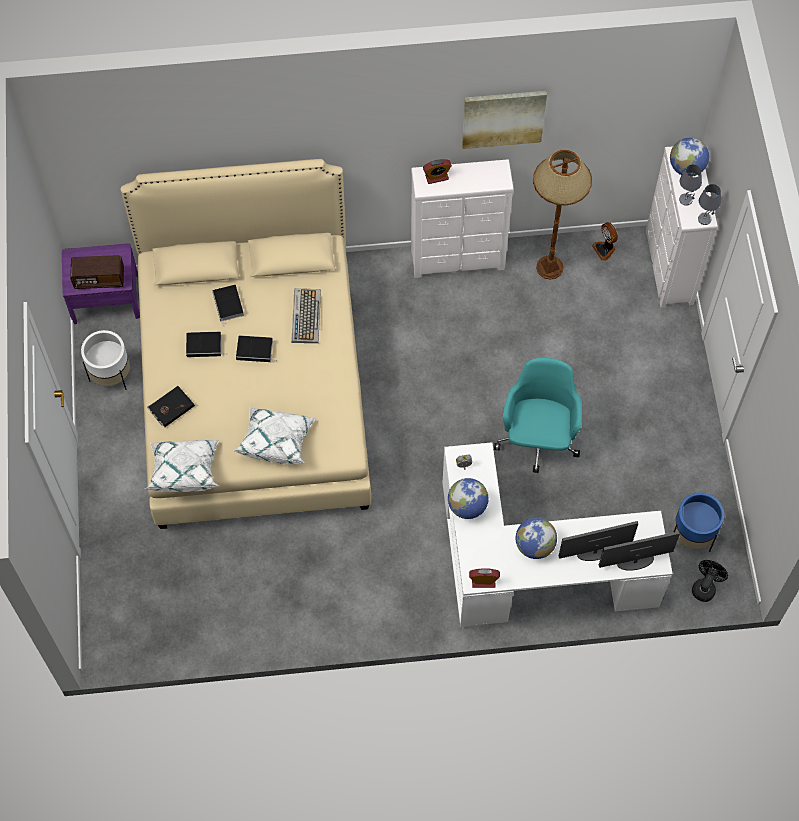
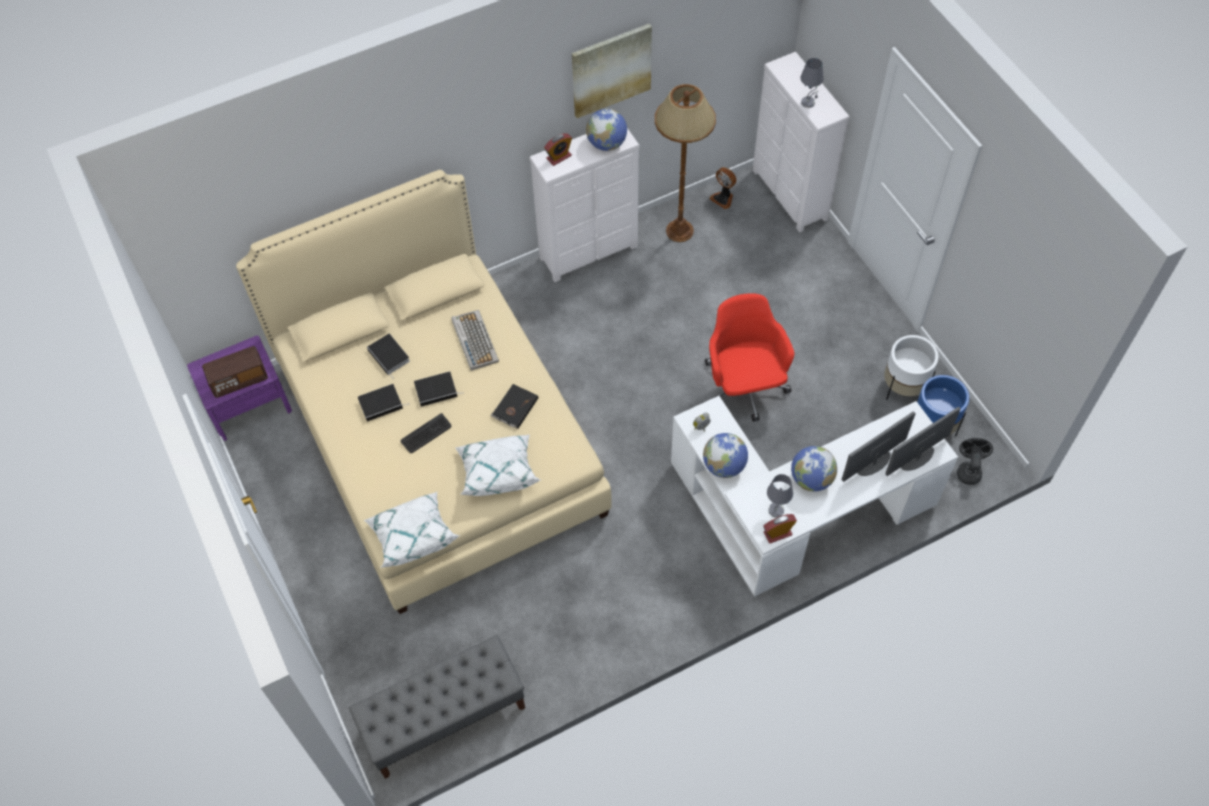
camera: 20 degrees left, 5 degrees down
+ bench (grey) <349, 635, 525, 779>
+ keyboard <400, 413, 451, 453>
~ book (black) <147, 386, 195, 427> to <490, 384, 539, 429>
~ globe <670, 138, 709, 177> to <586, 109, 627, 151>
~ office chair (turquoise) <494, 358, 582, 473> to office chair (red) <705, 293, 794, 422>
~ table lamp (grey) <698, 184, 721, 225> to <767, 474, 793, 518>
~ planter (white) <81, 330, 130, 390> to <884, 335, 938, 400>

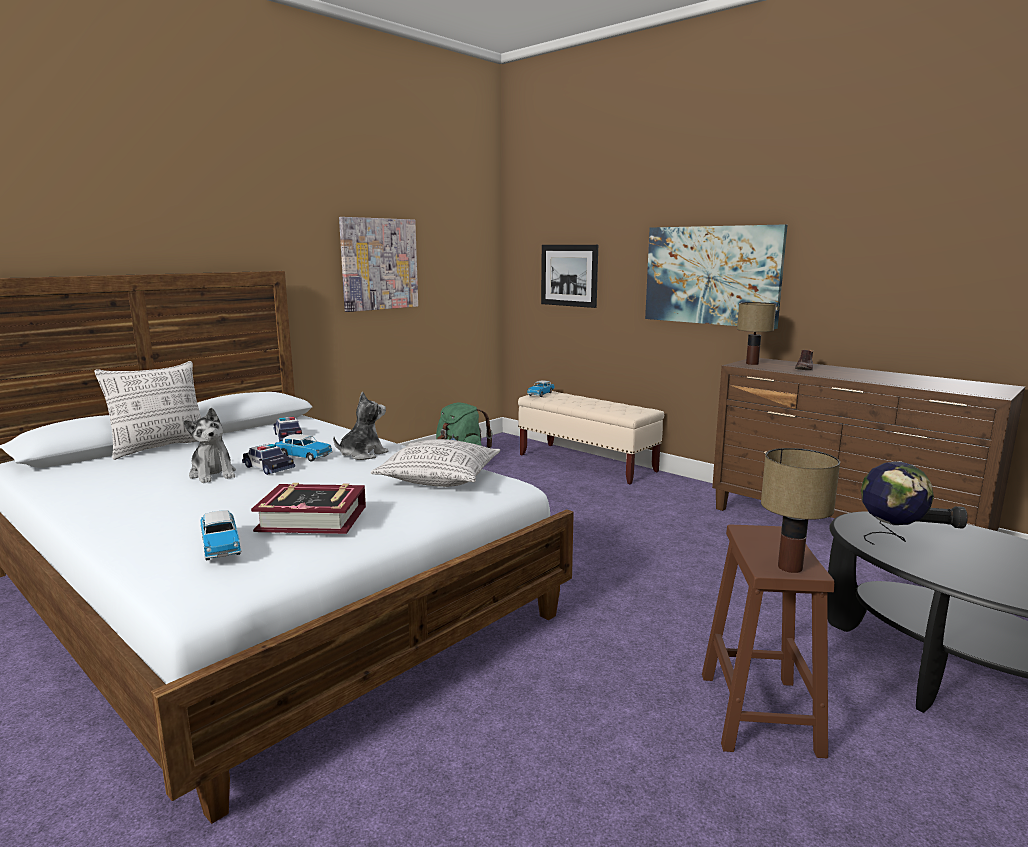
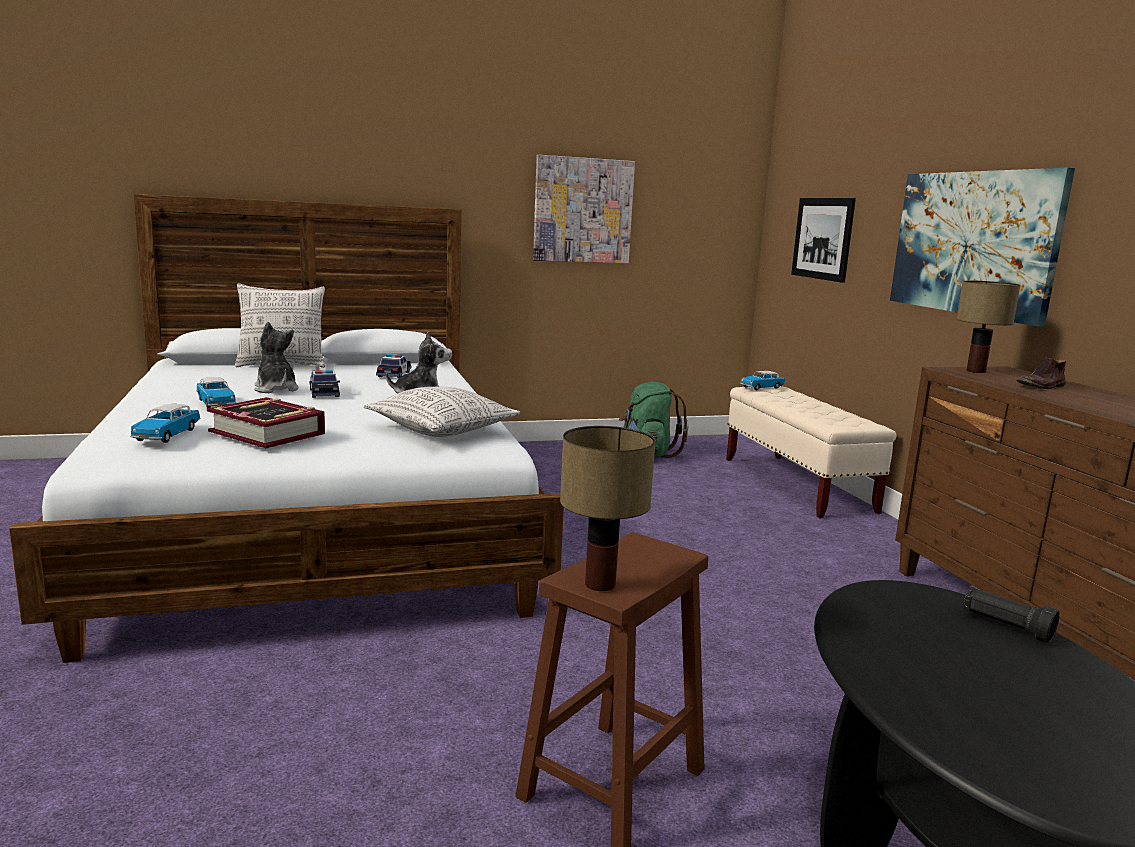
camera: 30 degrees right, 0 degrees up
~ toy car <275, 434, 333, 461> to <196, 377, 236, 408>
~ plush toy <183, 408, 236, 483> = <254, 322, 299, 393> 150 degrees clockwise
- globe <861, 461, 934, 545>

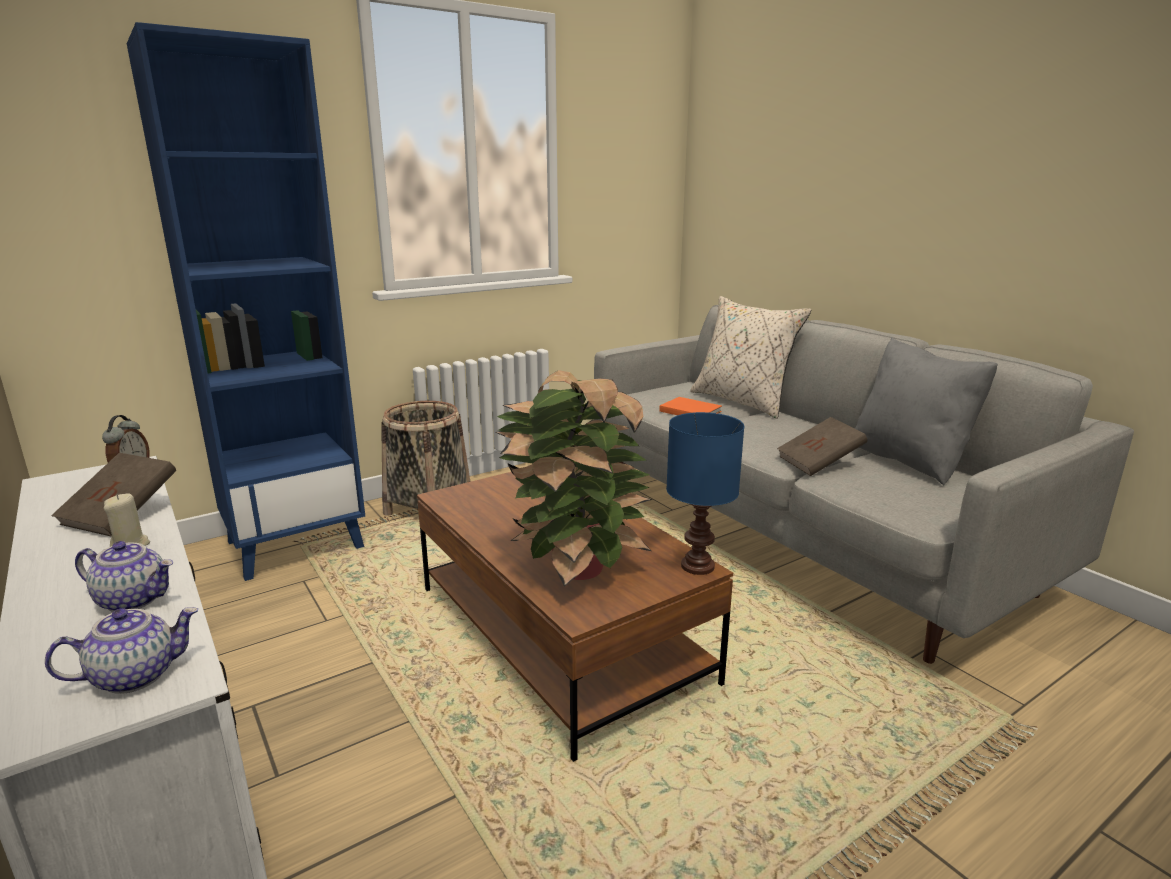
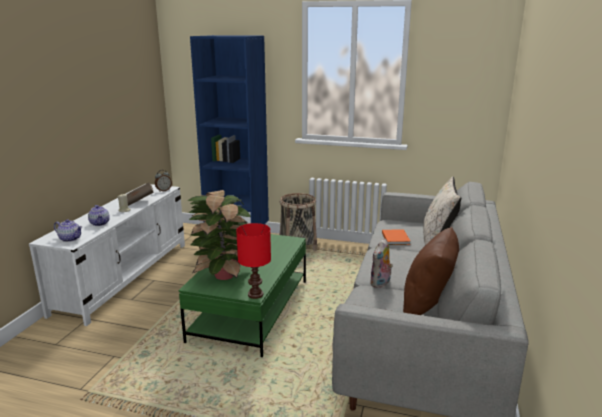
camera: 50 degrees right, 0 degrees up
~ coffee table (brown) <417, 472, 733, 762> to coffee table (green) <179, 234, 306, 357>
~ table lamp (blue) <666, 412, 744, 575> to table lamp (red) <236, 223, 271, 299>
~ book (brown) <777, 417, 867, 476> to plush toy <370, 238, 393, 288>
~ pillow (grey) <855, 338, 998, 485> to pillow (brown) <403, 227, 459, 315>

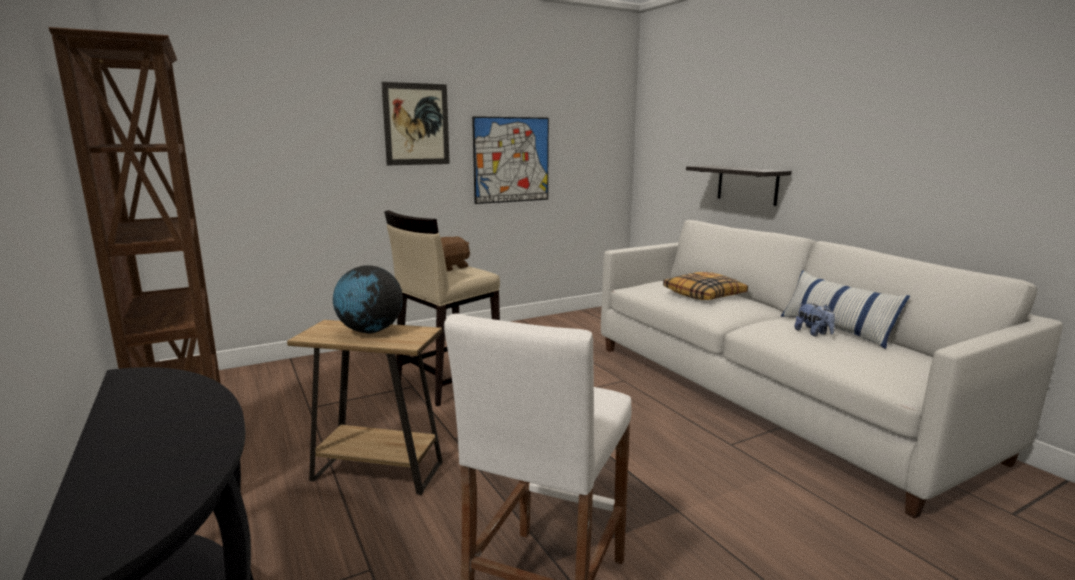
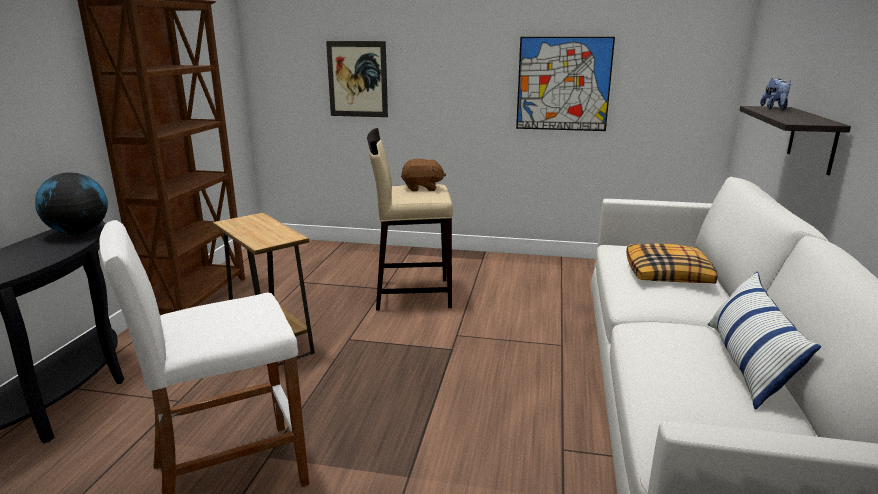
camera: 40 degrees right, 5 degrees up
~ globe <333, 265, 403, 334> to <35, 172, 108, 235>
~ picture <381, 82, 450, 165> to <326, 41, 388, 117>
~ plush toy <794, 303, 835, 336> to <760, 78, 791, 110>

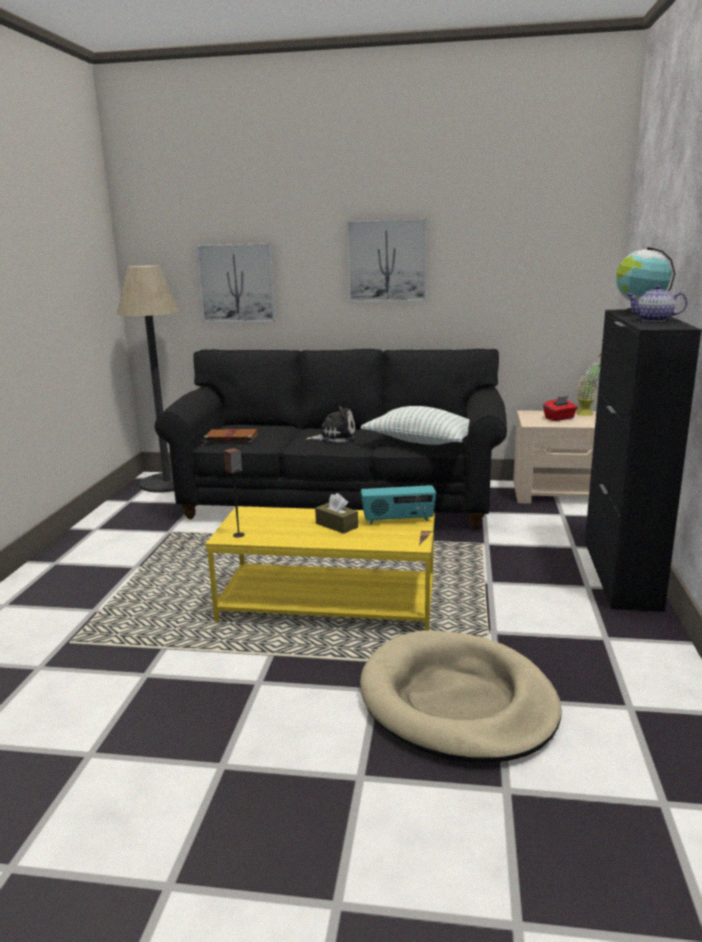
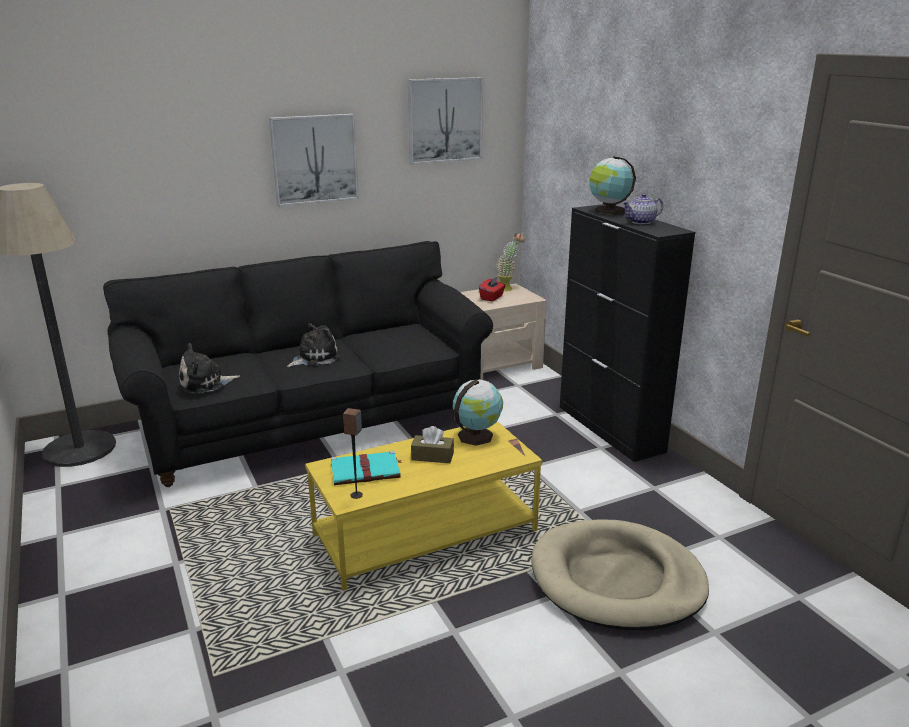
camera: 35 degrees left, 5 degrees up
~ book (brown) <203, 429, 258, 443> to plush toy <179, 343, 240, 394>
+ book (turquoise) <331, 450, 402, 485>
~ picture <196, 243, 276, 323> to <408, 77, 483, 164>
~ radio <361, 485, 436, 524> to globe <453, 379, 503, 446>
- pillow <361, 406, 470, 445>

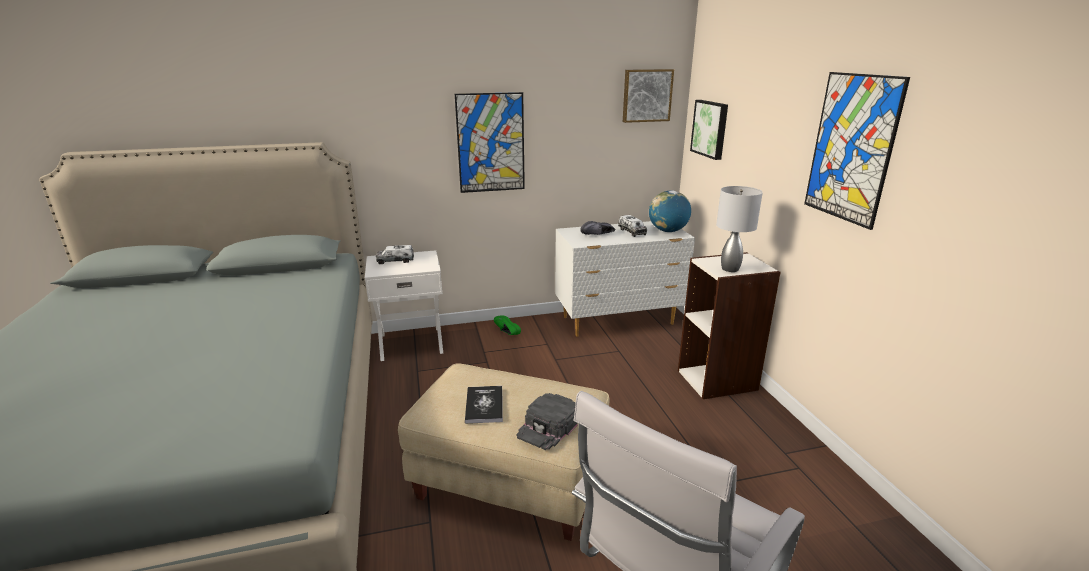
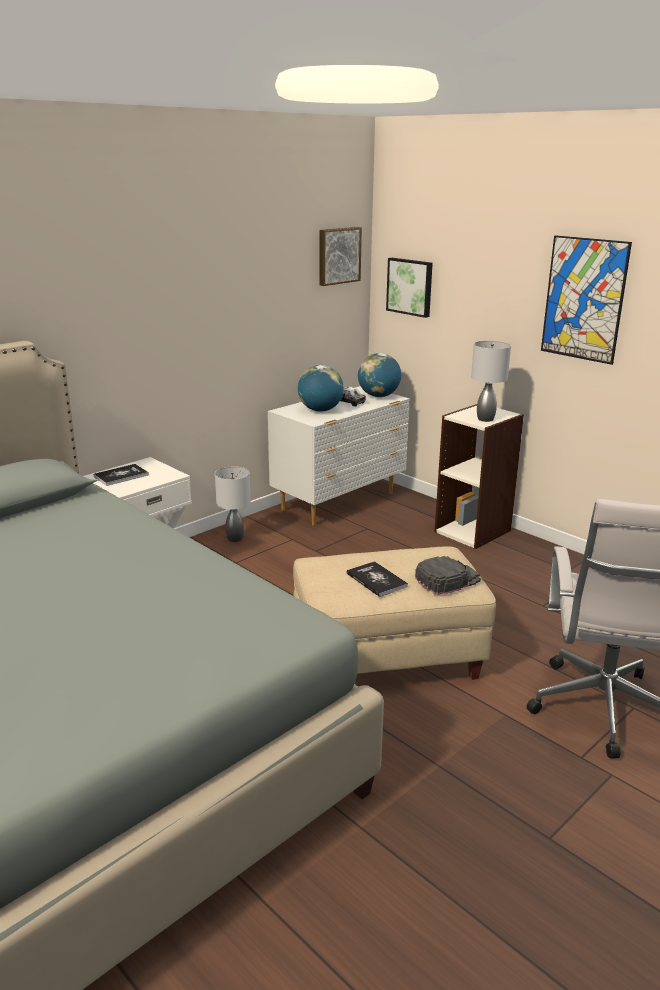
camera: 30 degrees left, 0 degrees up
~ toy truck <376, 245, 414, 264> to book <94, 464, 149, 486>
~ shoe (green) <494, 315, 521, 335> to table lamp (grey) <215, 467, 251, 542>
~ shoe (black) <580, 221, 615, 235> to globe <298, 365, 344, 412>
~ cap (black) <516, 393, 578, 450> = <415, 556, 481, 595> 120 degrees counterclockwise
- picture <455, 92, 525, 193>

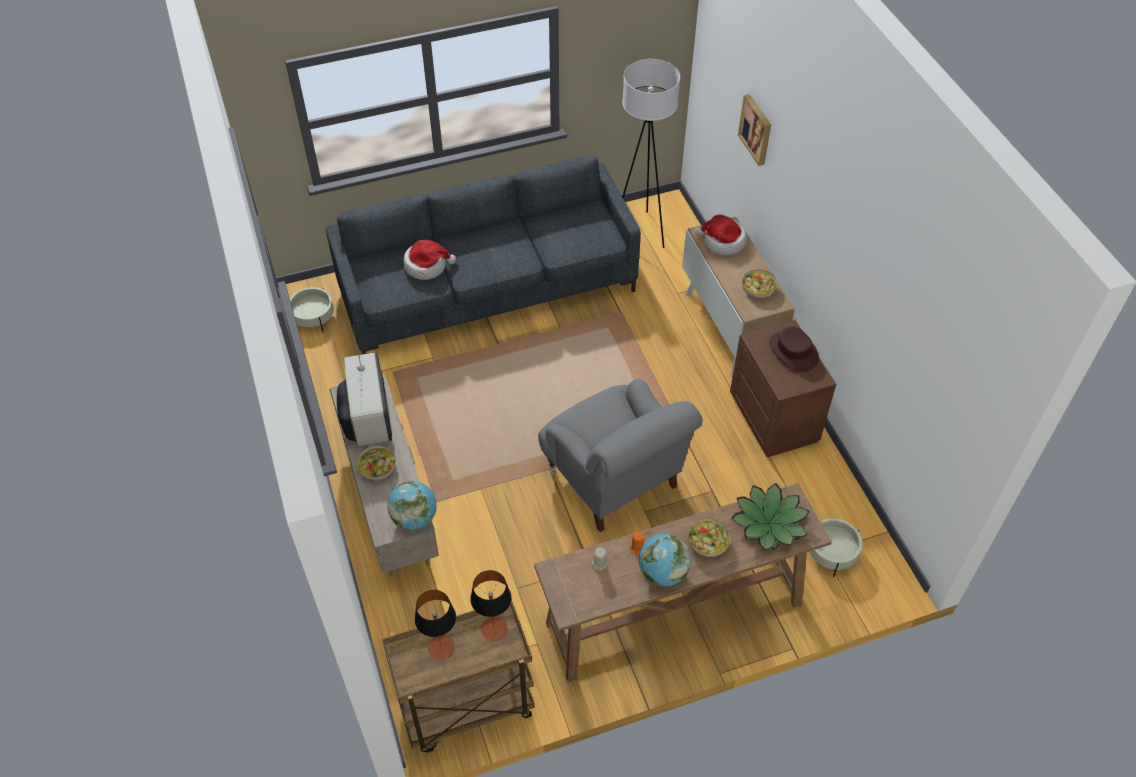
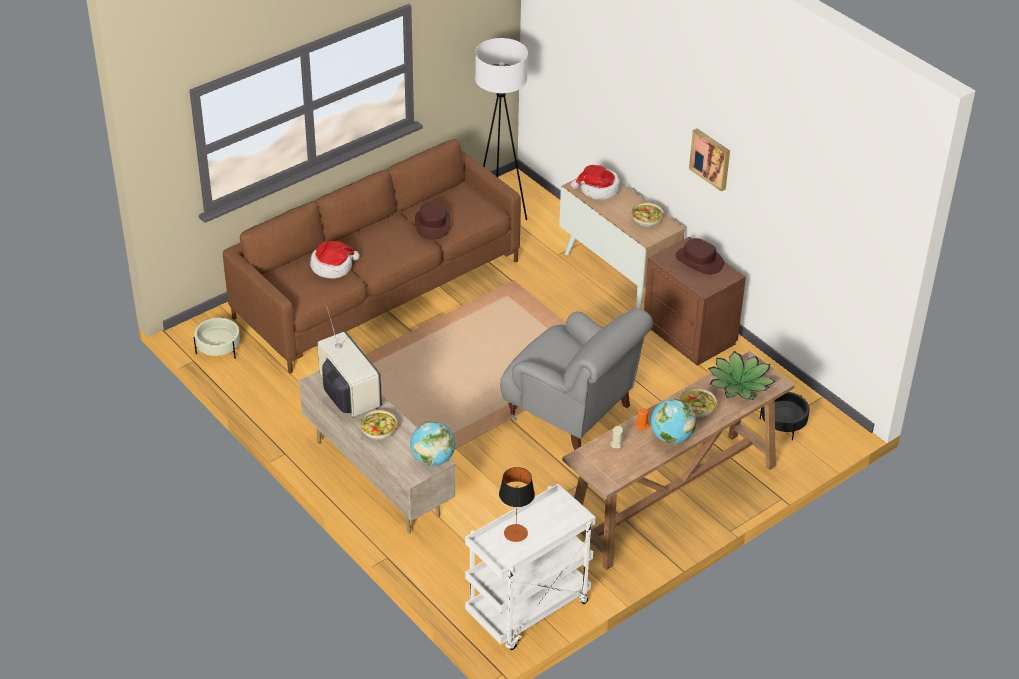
camera: 20 degrees left, 10 degrees down
~ sofa (grey) <326, 156, 641, 354> to sofa (brown) <223, 139, 521, 374>
+ hat (brown) <415, 202, 451, 240>
~ cart (brown) <382, 599, 535, 752> to cart (white) <465, 484, 596, 650>
~ picture <738, 94, 771, 166> to <689, 129, 730, 192>
~ planter (beige) <809, 518, 863, 577> to planter (black) <760, 392, 810, 440>
- table lamp <470, 570, 511, 641>

